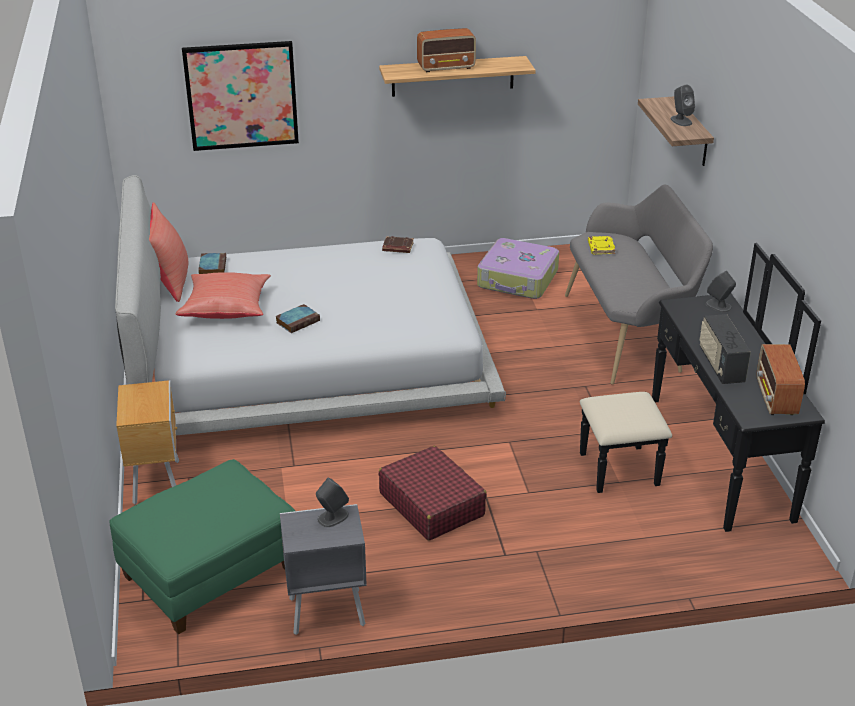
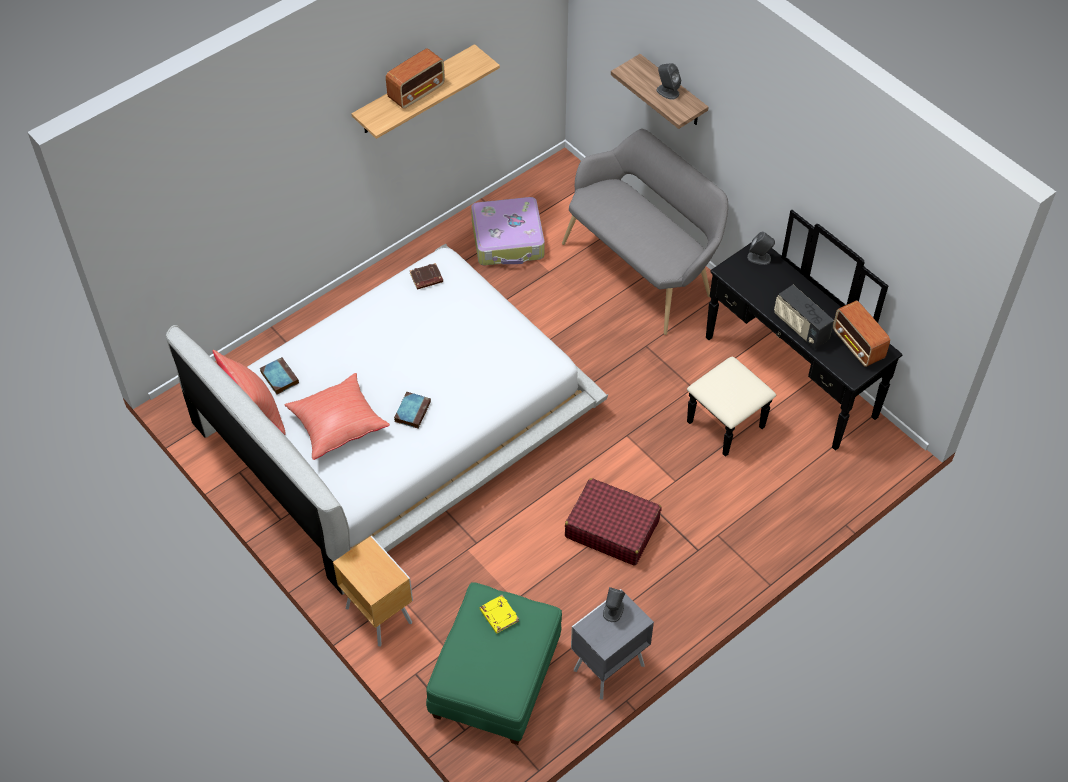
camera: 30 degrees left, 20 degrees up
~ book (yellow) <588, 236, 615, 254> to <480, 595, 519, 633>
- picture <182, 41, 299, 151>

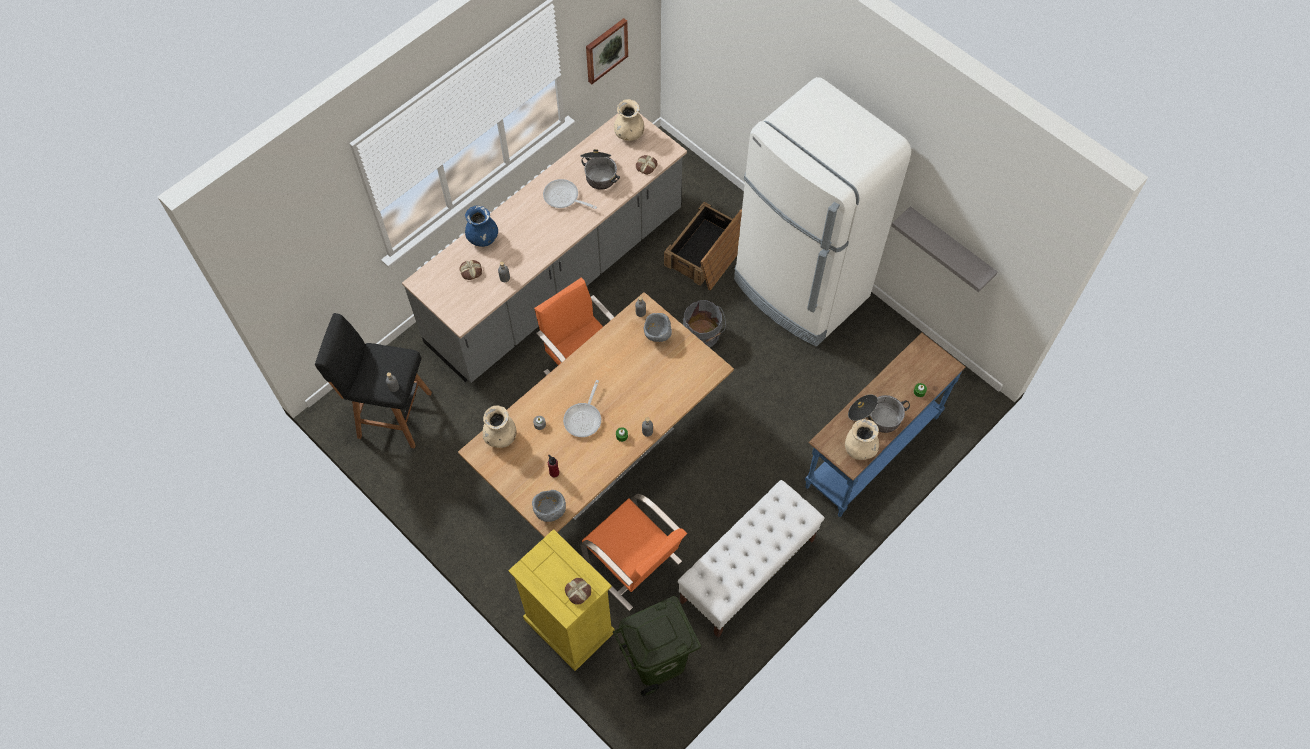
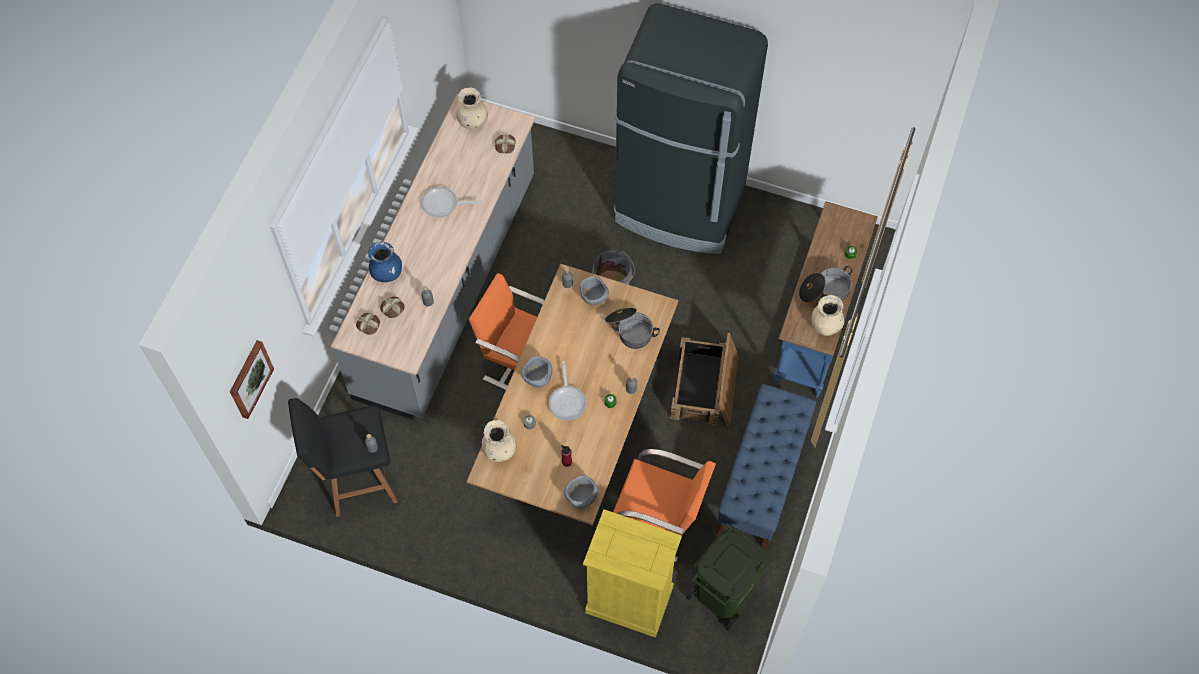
camera: 25 degrees left, 0 degrees up
~ picture <586, 18, 628, 84> to <230, 340, 274, 419>
~ bread <565, 578, 591, 605> to <356, 313, 380, 335>
+ bowl (grey) <521, 356, 553, 387>
~ cooking pot <580, 149, 620, 190> to <605, 308, 660, 349>
~ fridge (white) <734, 77, 911, 347> to fridge (black) <614, 3, 768, 254>
~ crate <664, 202, 742, 291> to <670, 333, 739, 427>
~ bench (white) <677, 480, 825, 638> to bench (blue) <716, 384, 817, 551>
- shelf (grey) <892, 207, 998, 292>

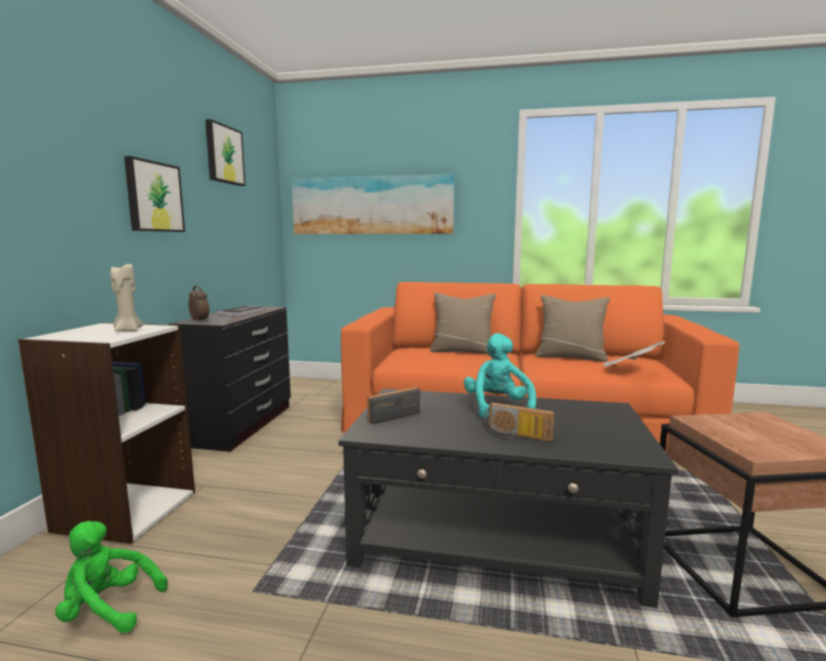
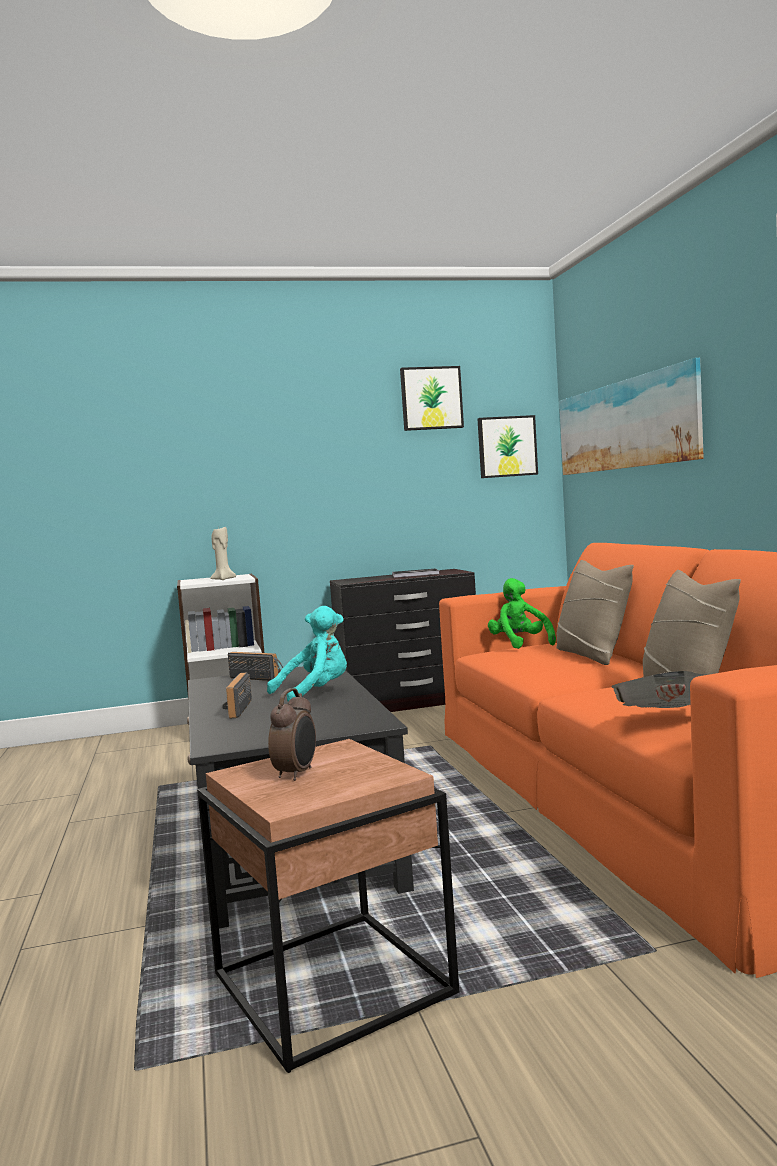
camera: 65 degrees right, 5 degrees down
~ alarm clock <188, 286, 209, 322> to <268, 688, 316, 781>
~ picture <124, 156, 185, 232> to <478, 415, 538, 478>
~ plush toy (green) <55, 521, 168, 633> to <488, 578, 556, 649>

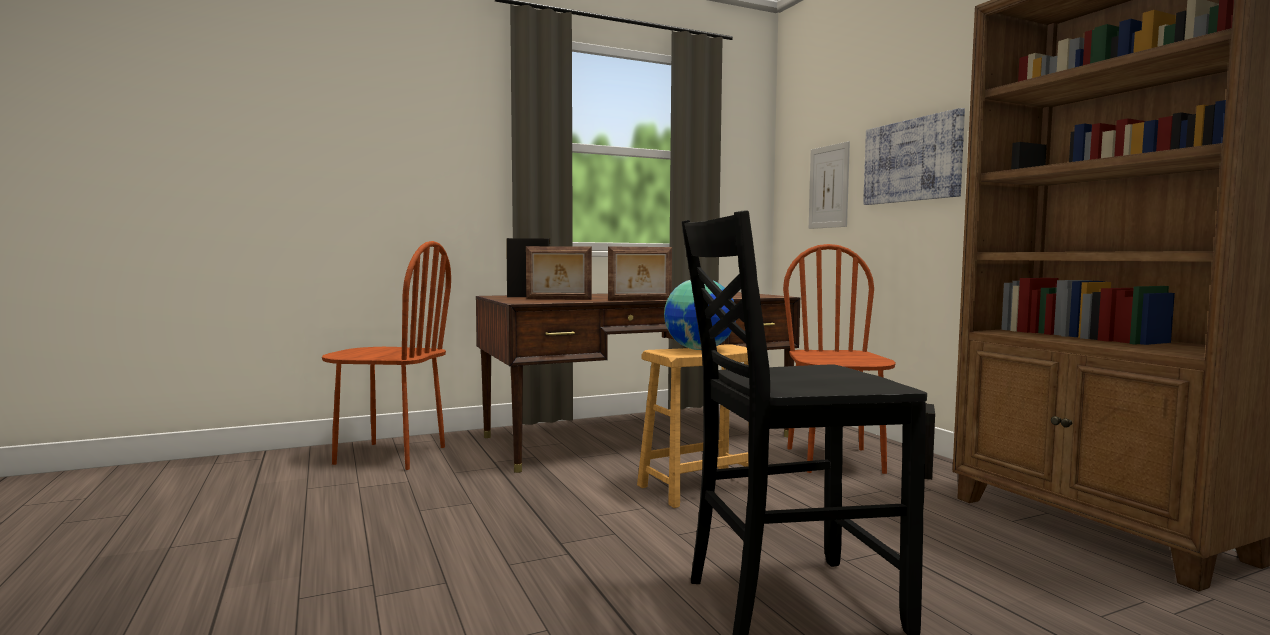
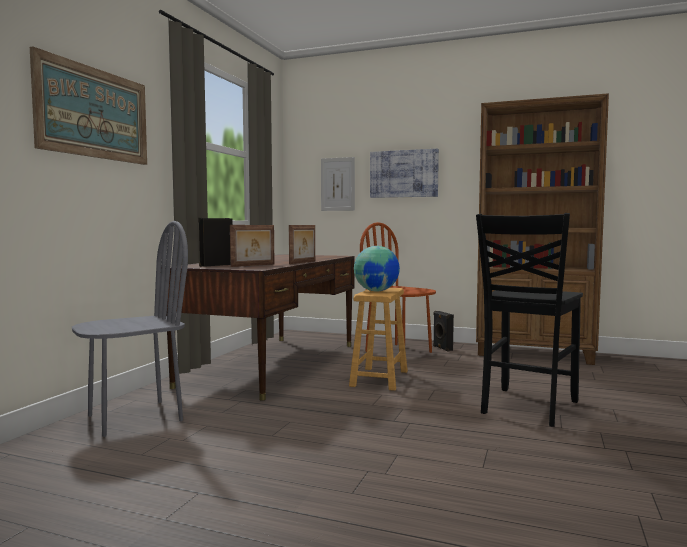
camera: 45 degrees left, 0 degrees up
+ picture <30, 46, 147, 165>
~ chair (brown) <322, 241, 451, 470> to chair (grey) <72, 221, 188, 437>

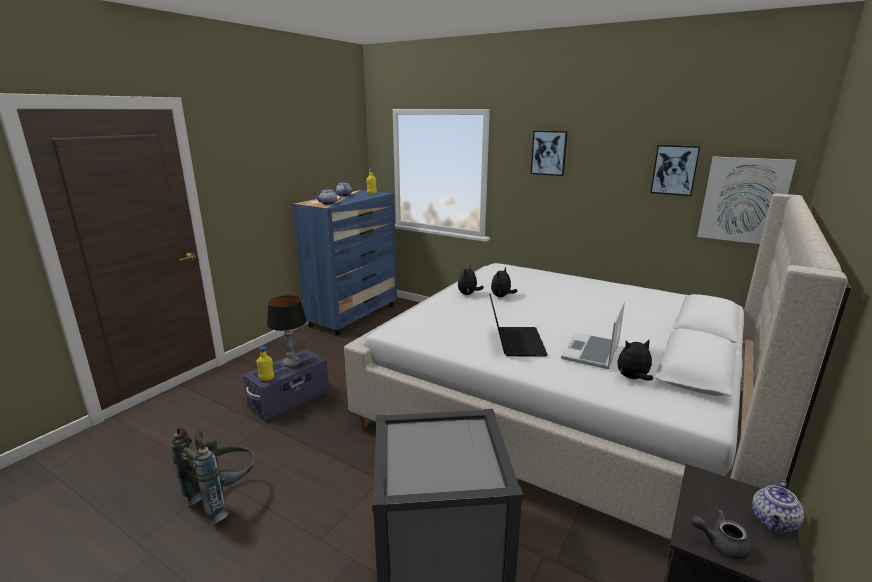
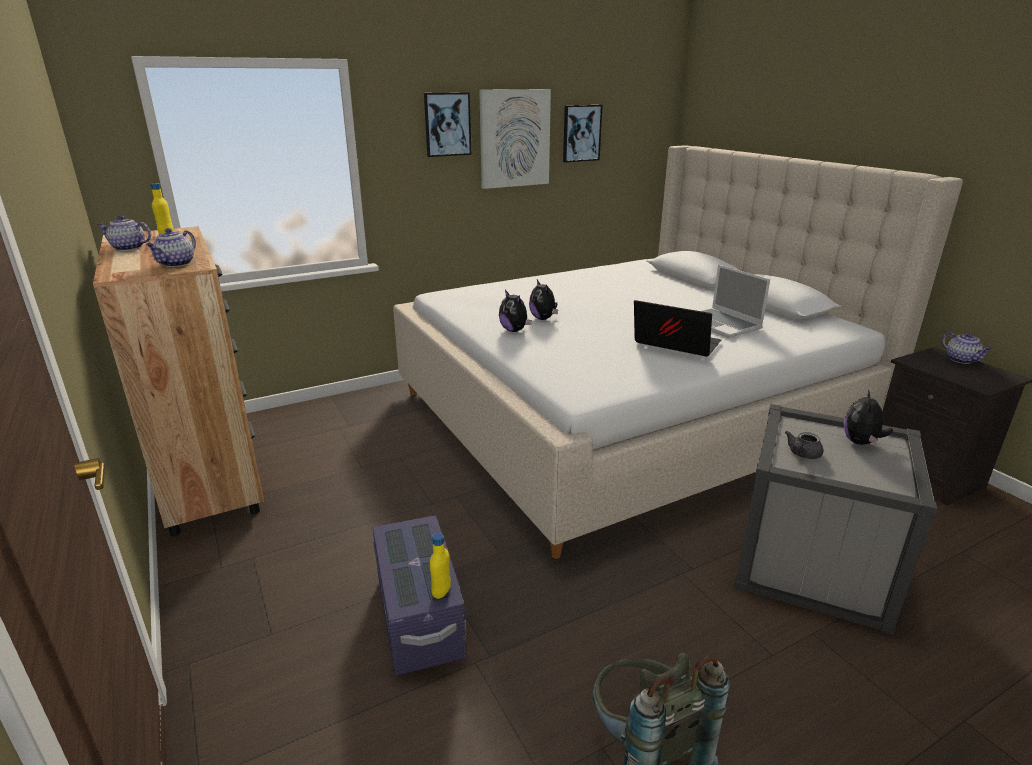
camera: 60 degrees left, 5 degrees up
~ dresser (blue) <293, 190, 397, 336> to dresser (brown) <93, 226, 264, 536>
~ picture <697, 156, 796, 244> to <479, 89, 551, 189>
~ teapot (grey) <691, 510, 751, 560> to <785, 431, 823, 459>
~ plush toy <617, 339, 653, 381> to <843, 389, 893, 445>
- table lamp <267, 295, 307, 367>

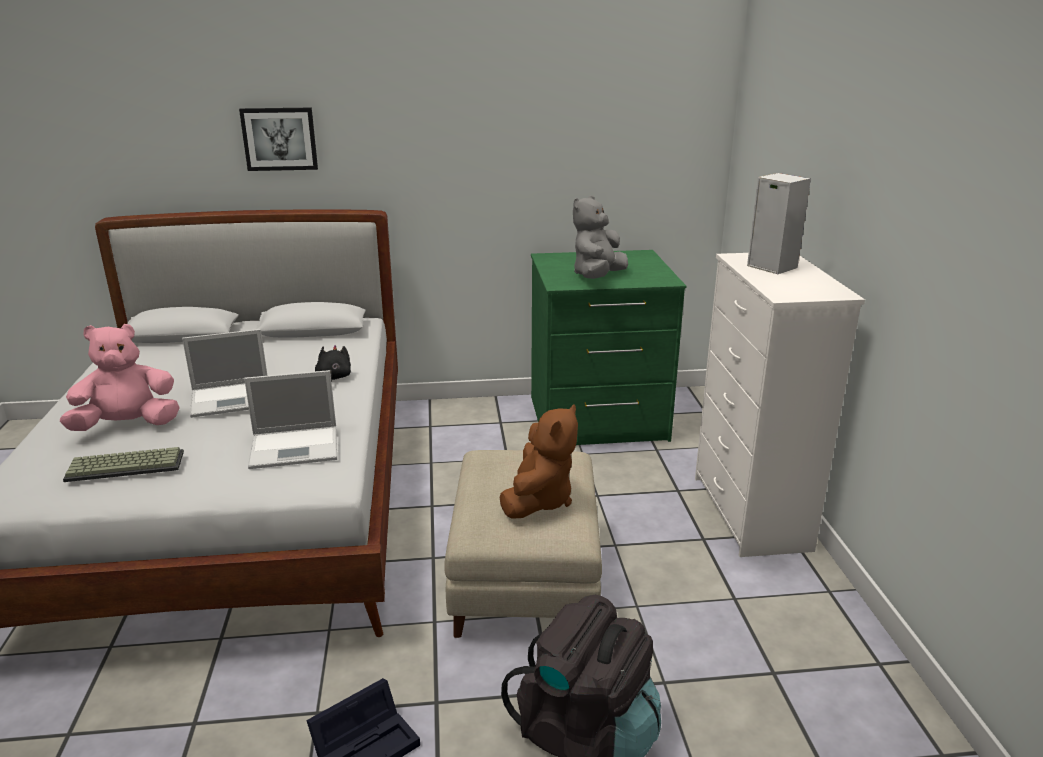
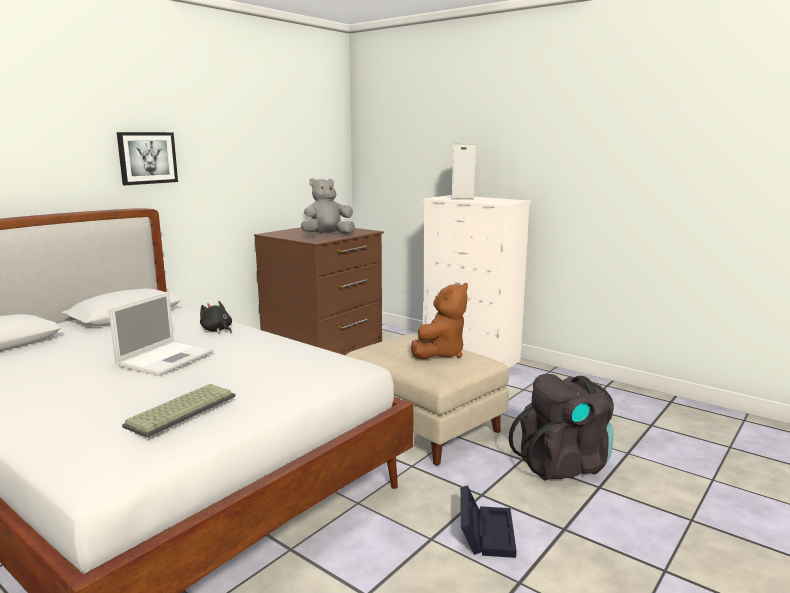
camera: 45 degrees left, 10 degrees down
~ picture <239, 108, 318, 171> to <117, 132, 178, 185>
~ dresser (green) <531, 250, 686, 445> to dresser (brown) <254, 227, 384, 355>
~ plush toy (grey) <573, 195, 628, 279> = <301, 178, 355, 235> 75 degrees clockwise
~ plush toy (brown) <499, 404, 578, 519> = <411, 283, 468, 360> 60 degrees clockwise
- plush toy (pink) <60, 324, 180, 431>
- laptop <244, 370, 337, 469>

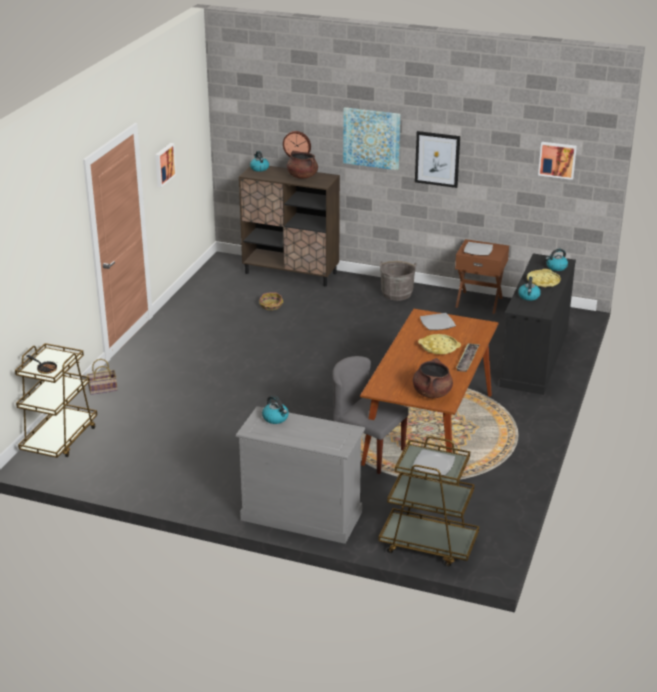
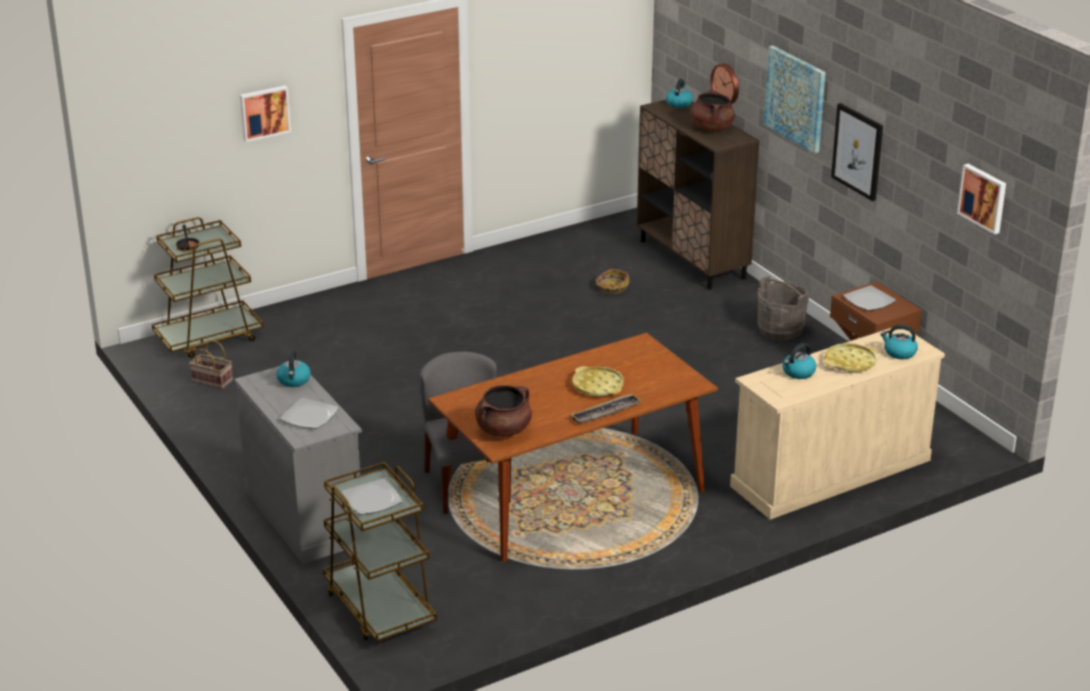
camera: 40 degrees right, 0 degrees up
~ basket <87, 359, 117, 395> to <189, 340, 233, 389>
~ picture <155, 143, 176, 187> to <240, 85, 291, 142>
~ plate <420, 313, 456, 330> to <280, 398, 339, 429>
~ dresser (black) <499, 253, 576, 395> to dresser (beige) <730, 328, 945, 519>

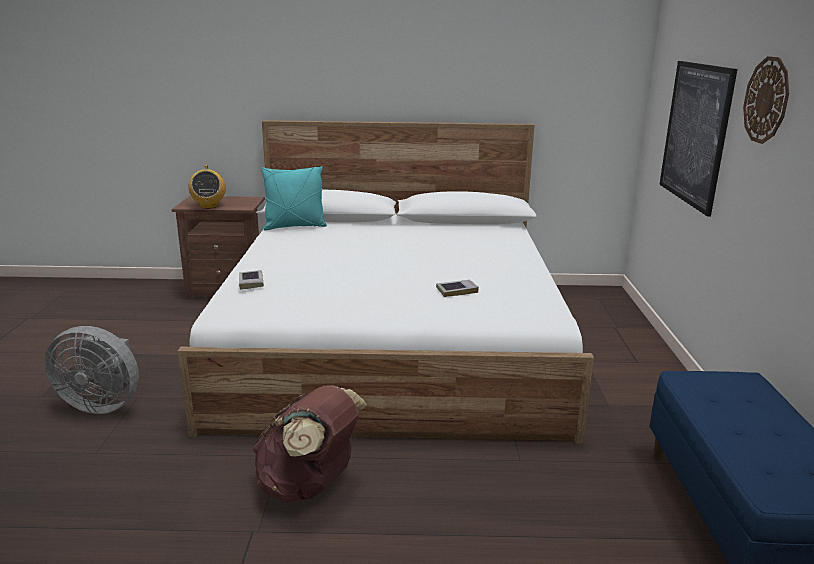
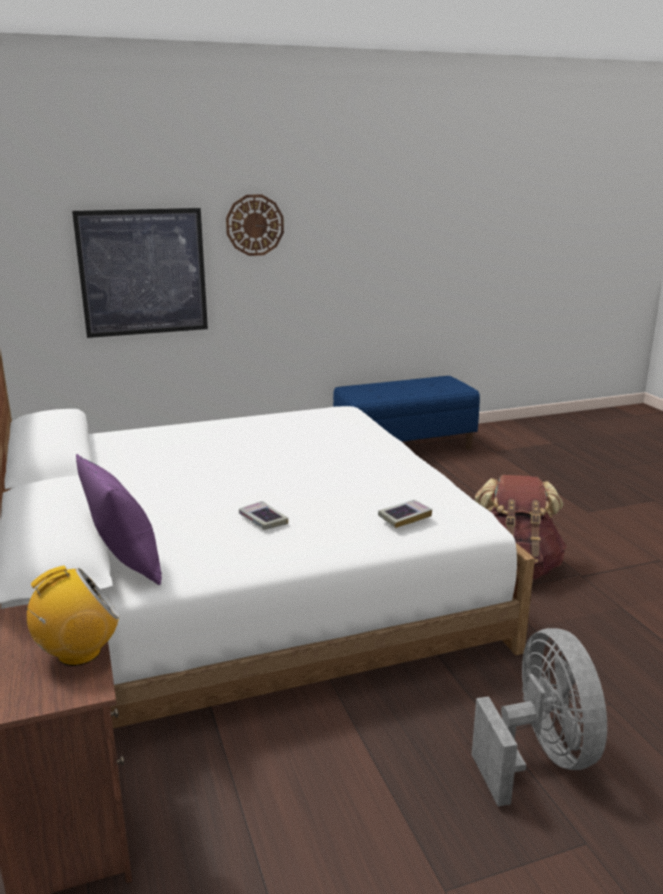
camera: 110 degrees left, 0 degrees up
~ pillow (turquoise) <261, 166, 327, 231> to pillow (purple) <76, 454, 162, 585>
~ book <436, 280, 479, 297> to <239, 501, 288, 530>

